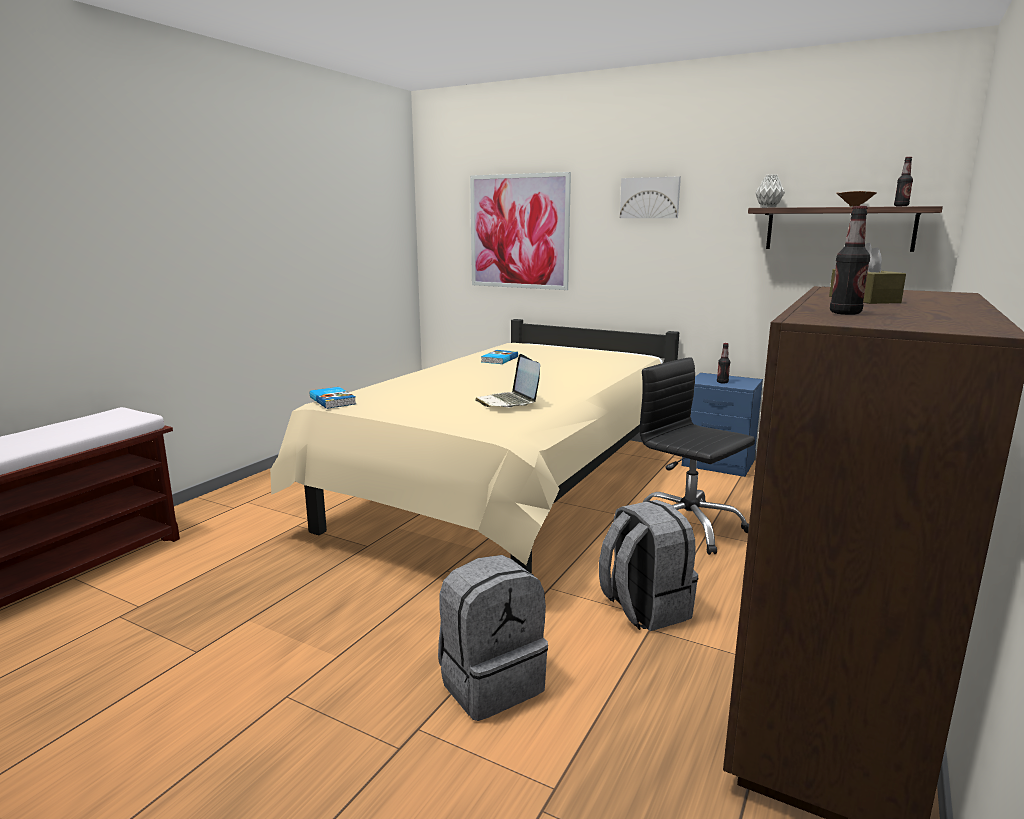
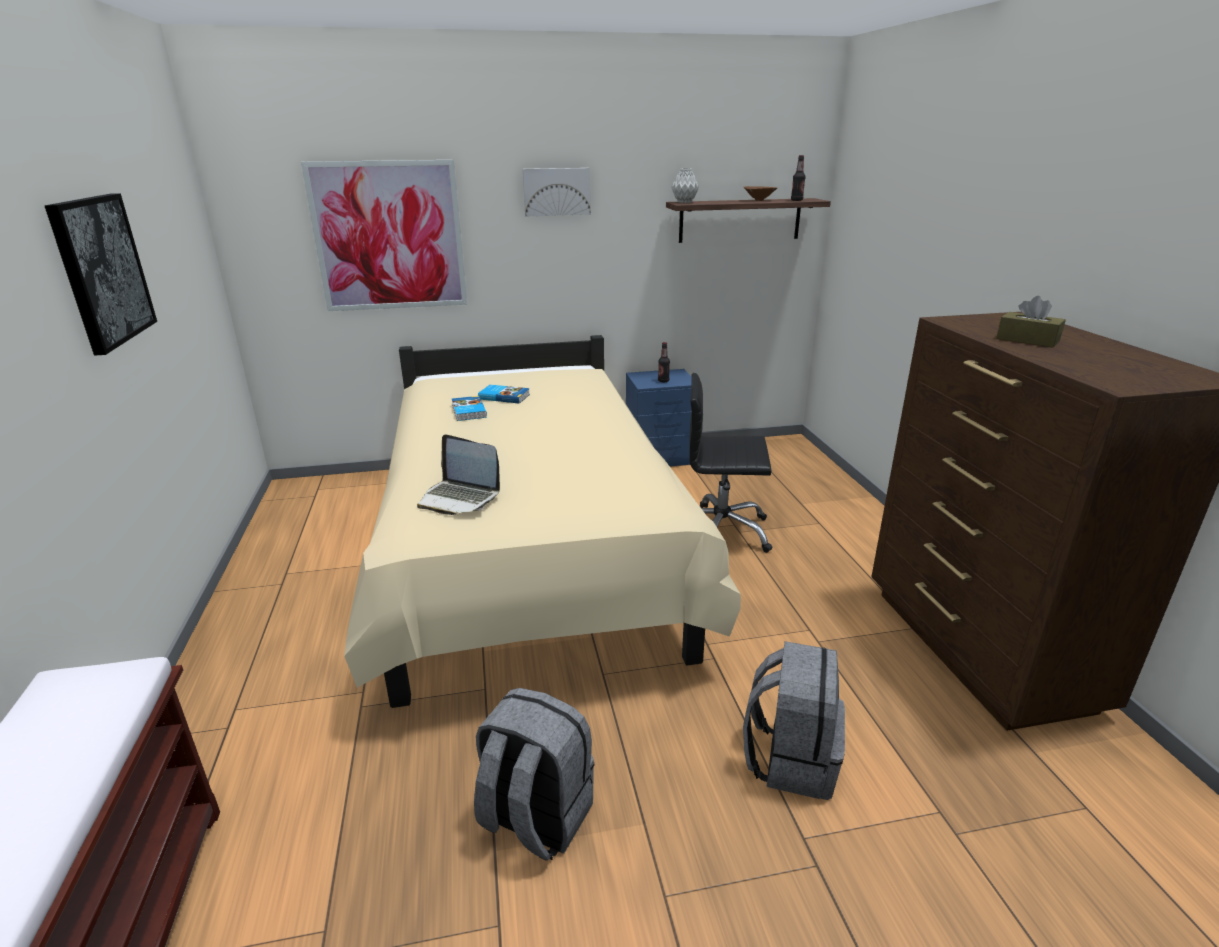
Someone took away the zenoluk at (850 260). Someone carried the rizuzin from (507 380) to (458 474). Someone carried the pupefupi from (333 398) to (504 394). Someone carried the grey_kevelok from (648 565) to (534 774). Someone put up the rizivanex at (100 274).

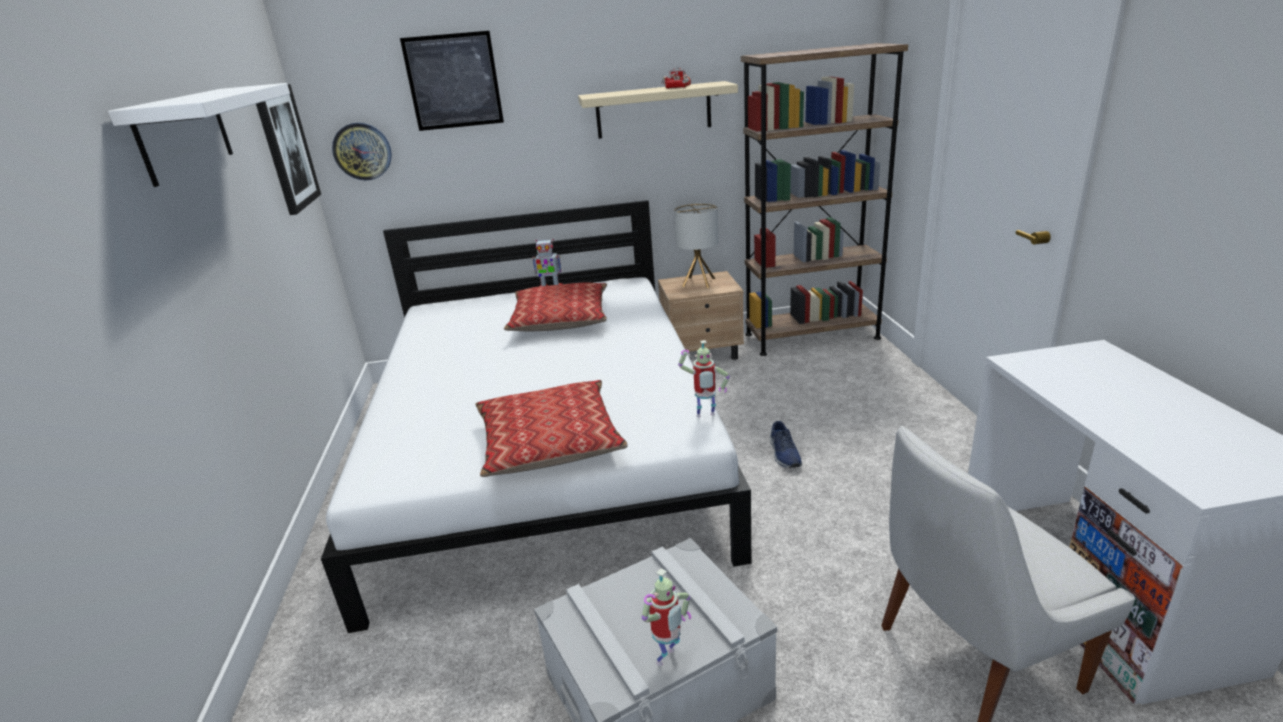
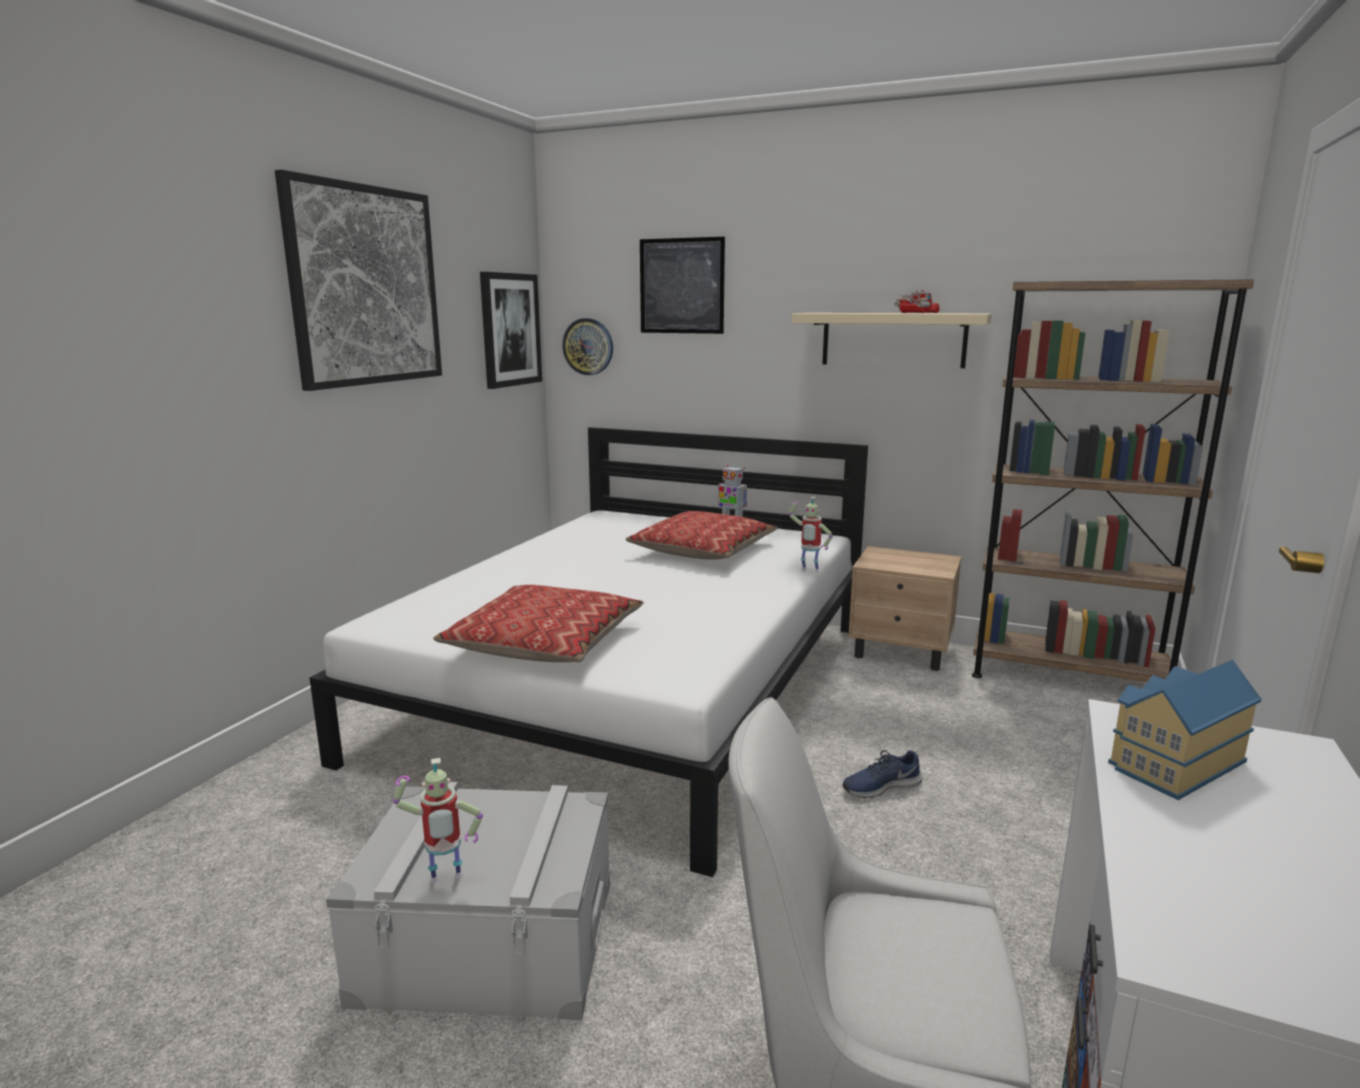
Someone swapped the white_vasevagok at (199 135) for the rizivanex at (358 280). Someone took away the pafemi at (696 245). Someone carried the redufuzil from (704 378) to (811 534). Someone rotated the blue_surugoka at (786 444) by 45 degrees clockwise. Someone put down the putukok at (1184 730).

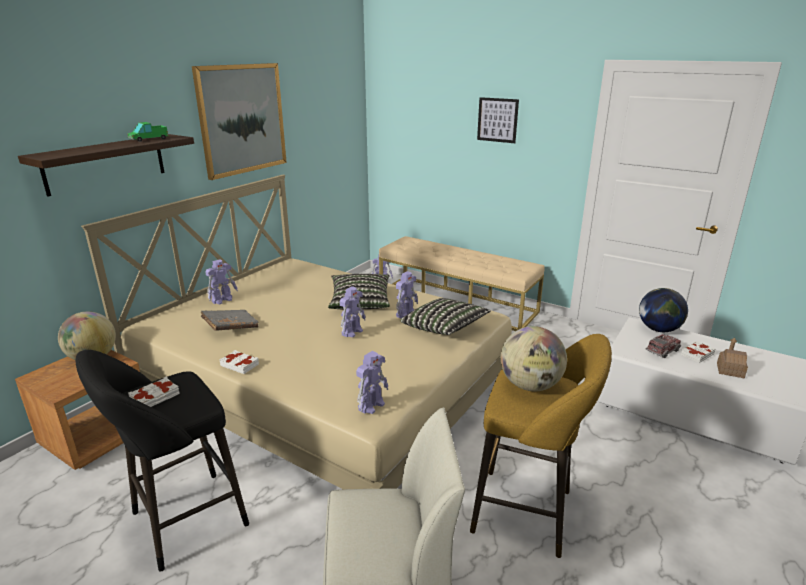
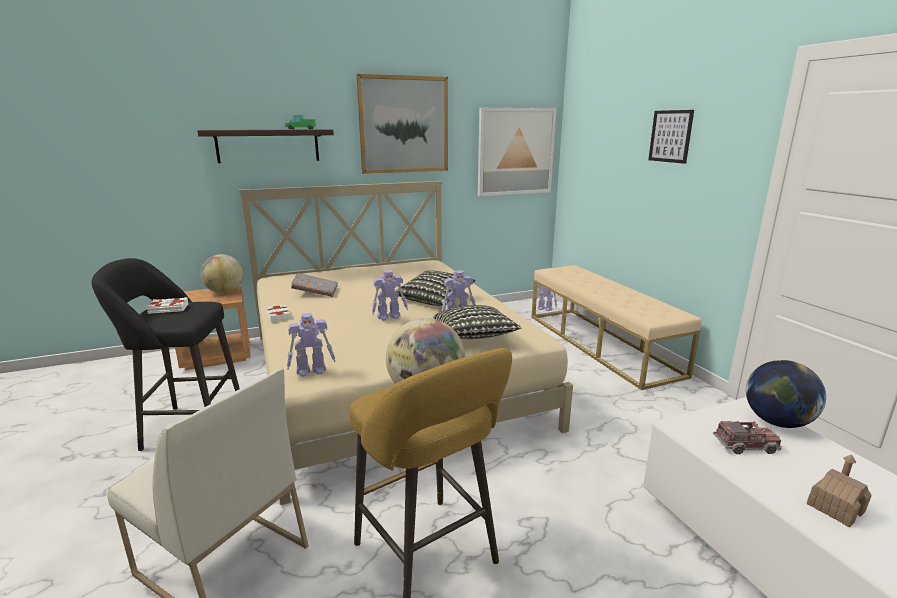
Someone took away the redufuzil at (221 281). Someone took away the white_pupefupi at (698 352). Someone put up the rizivanex at (517 152).

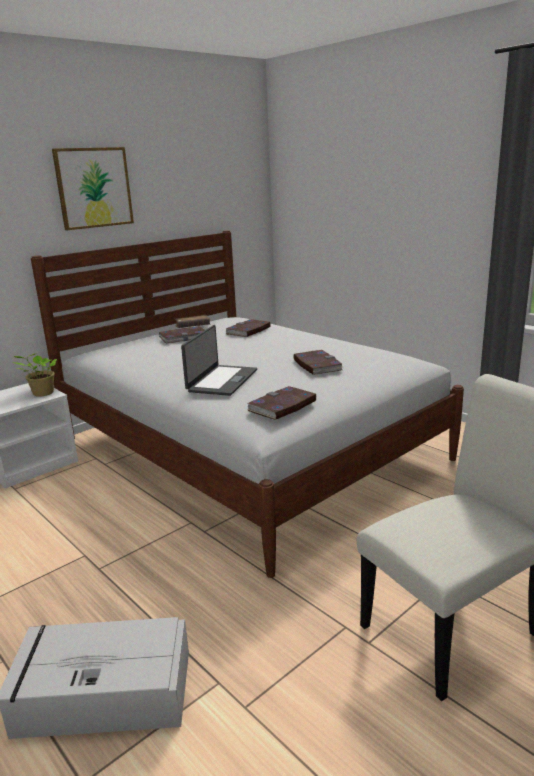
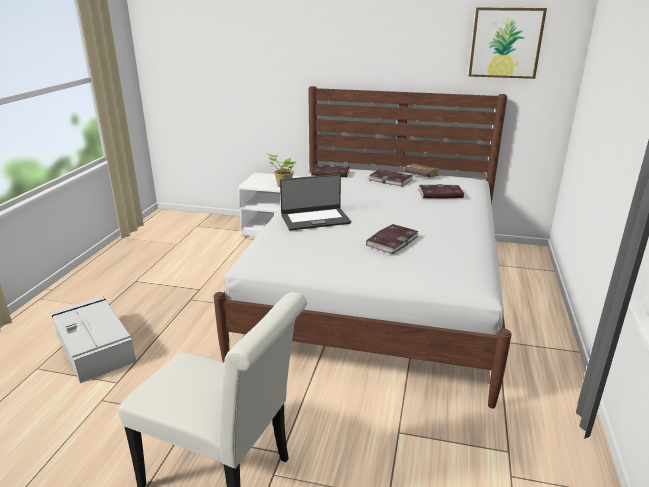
Someone carried the rizivanex from (93 188) to (508 43). Someone carried the pupefupi from (281 403) to (330 170).

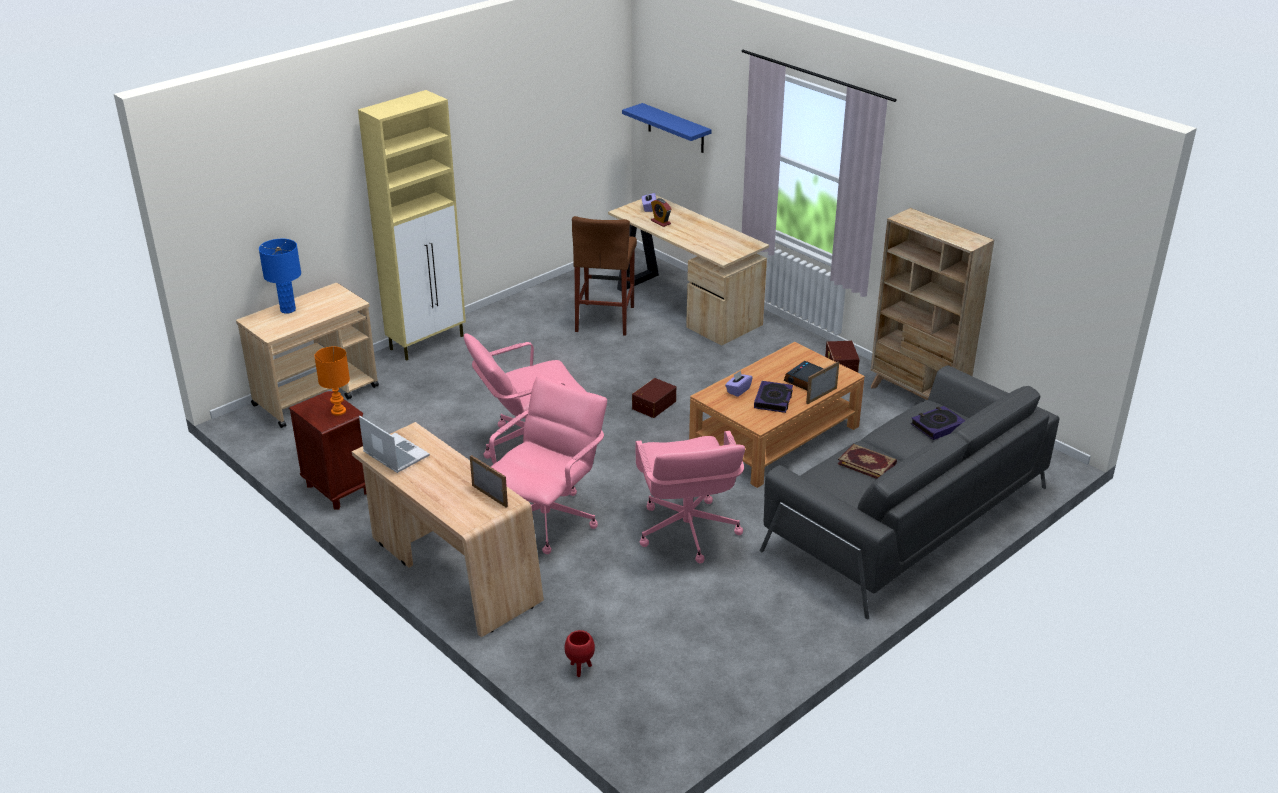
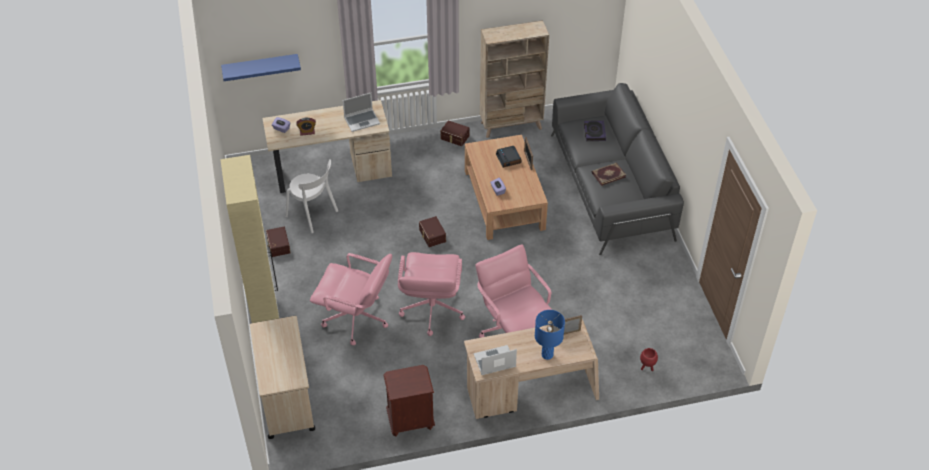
Someone swapped the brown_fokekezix at (604 276) for the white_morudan at (311 196). Someone carried the blue_pafemi from (280 276) to (550 335). Someone took away the orange_pafemi at (332 381). Someone took away the pupefupi at (773 397). Someone carried the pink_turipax from (690 497) to (351 299). Someone put down the rizuzin at (361 112). Someone put down the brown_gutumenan at (278 242).

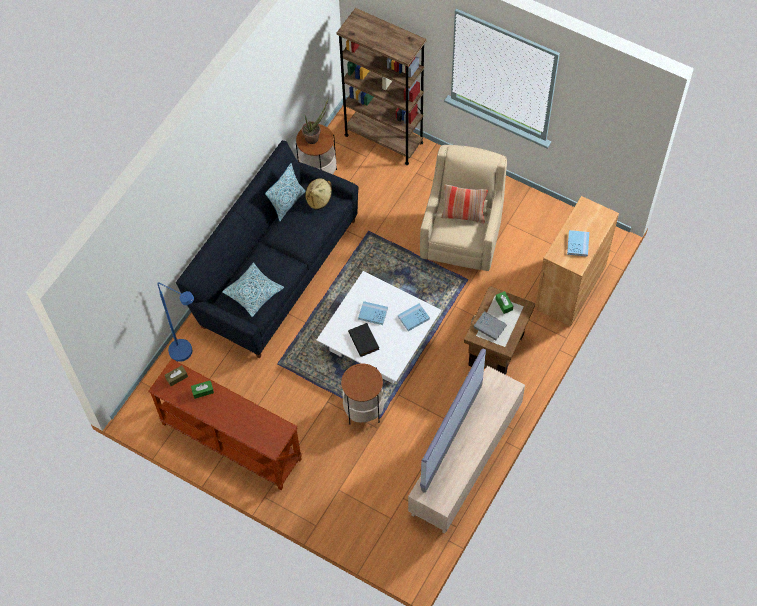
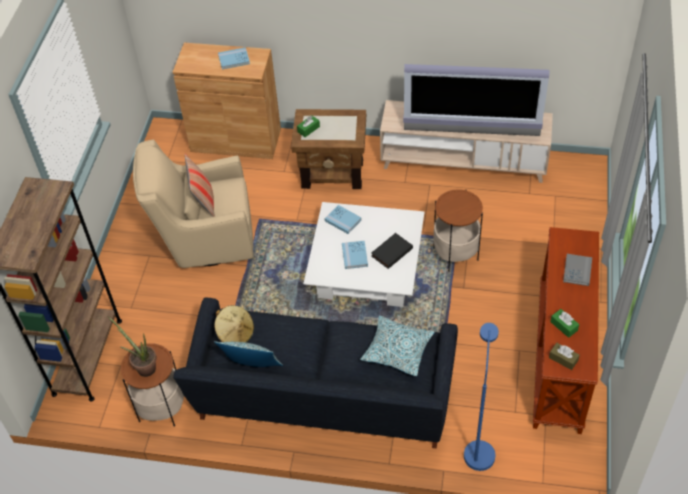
Someone carried the grey_pupefupi from (490 325) to (577 270).

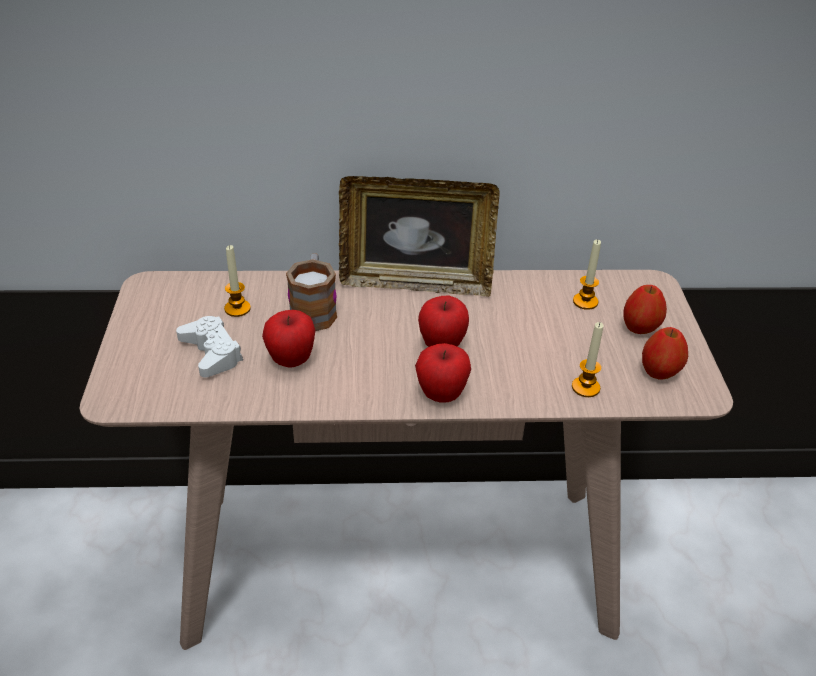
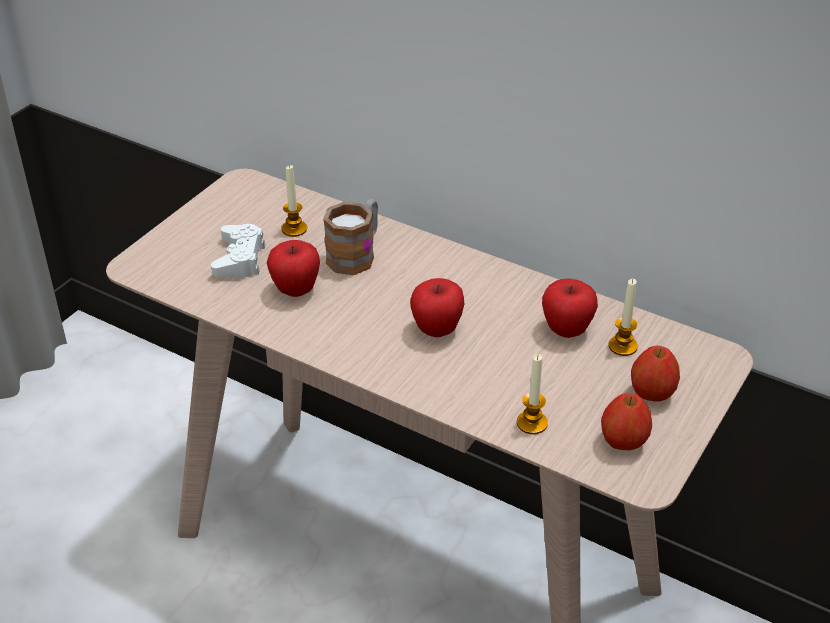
Someone took away the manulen at (419 236). Someone carried the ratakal from (443 373) to (570 308).

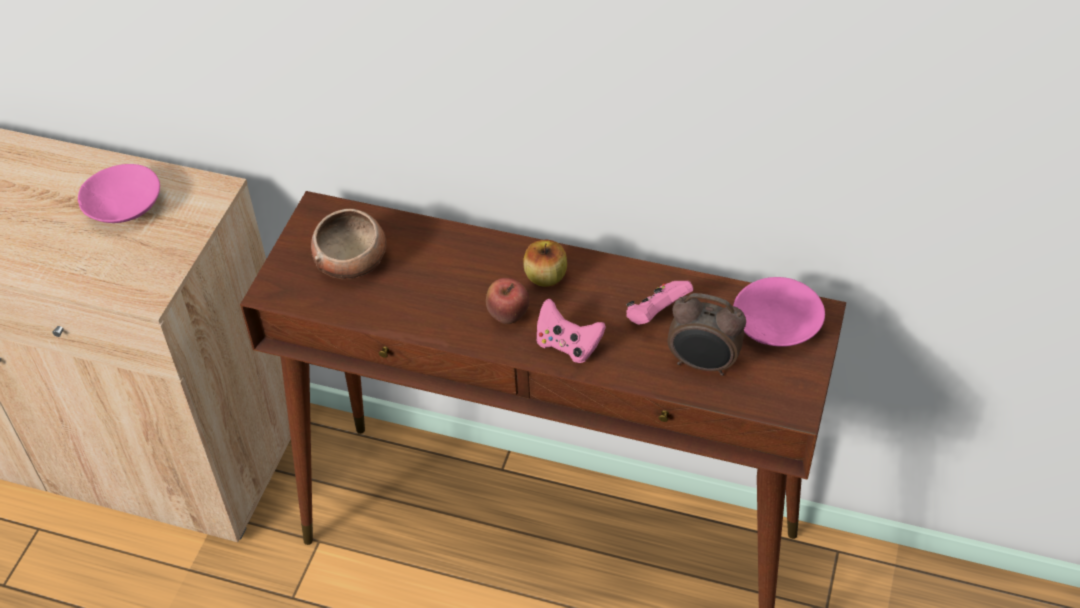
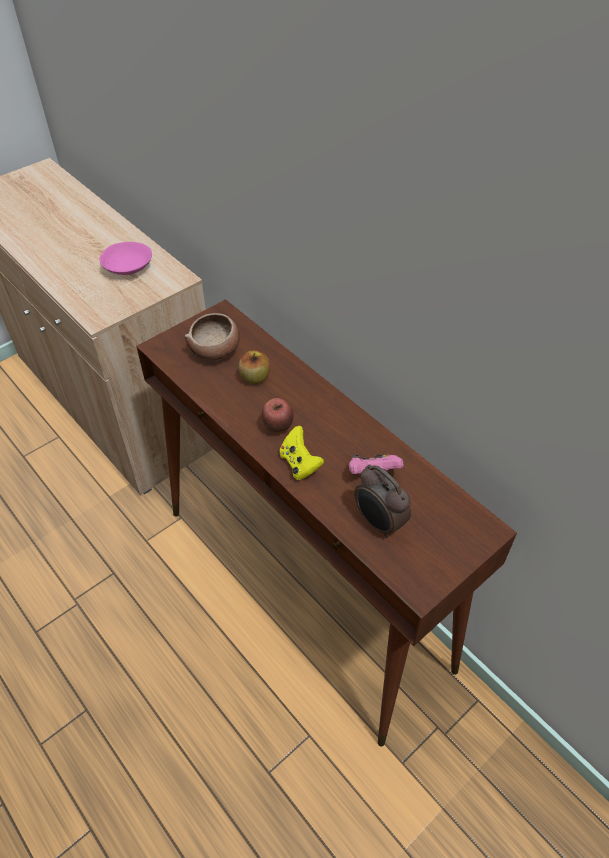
Someone carried the ratakal from (545 263) to (254 367). Someone took away the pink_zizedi at (779 312). Someone repainted the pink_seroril at (571 331), which became the yellow_seroril at (302 453).

